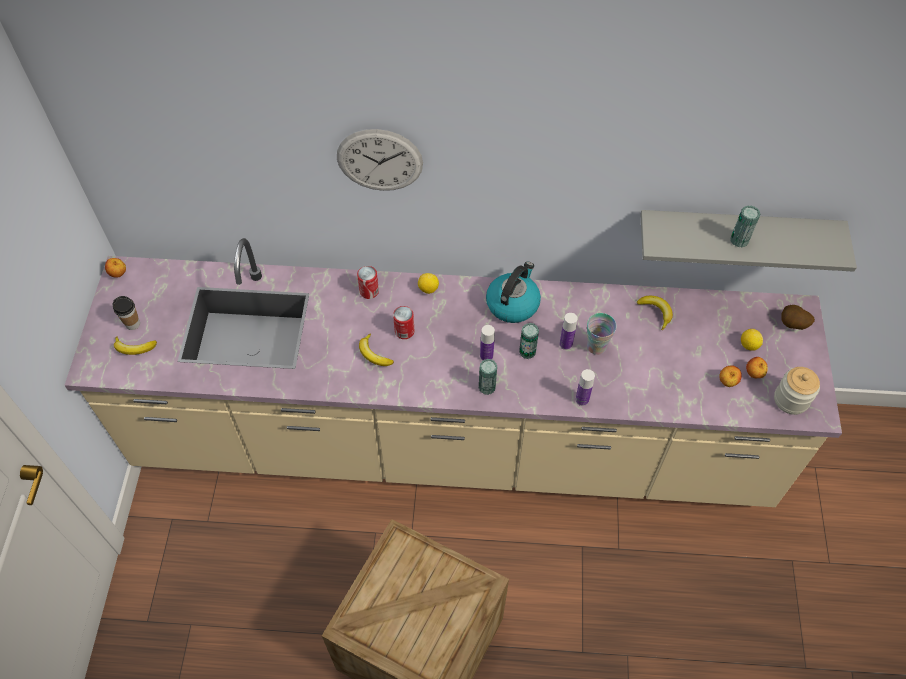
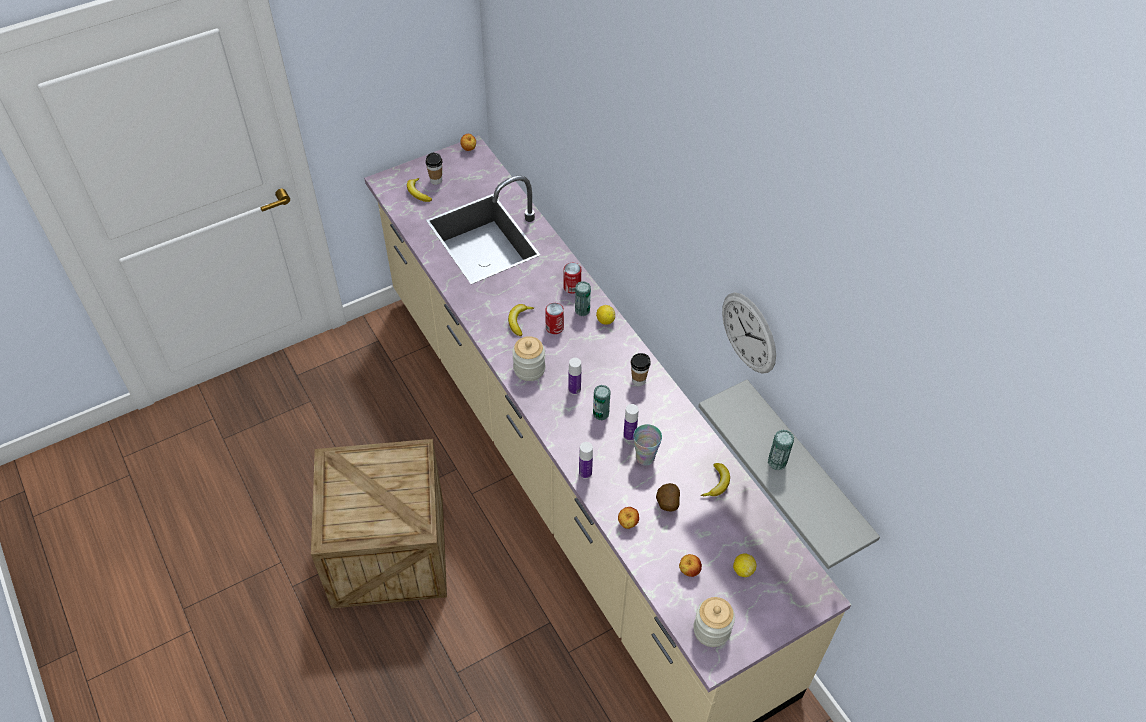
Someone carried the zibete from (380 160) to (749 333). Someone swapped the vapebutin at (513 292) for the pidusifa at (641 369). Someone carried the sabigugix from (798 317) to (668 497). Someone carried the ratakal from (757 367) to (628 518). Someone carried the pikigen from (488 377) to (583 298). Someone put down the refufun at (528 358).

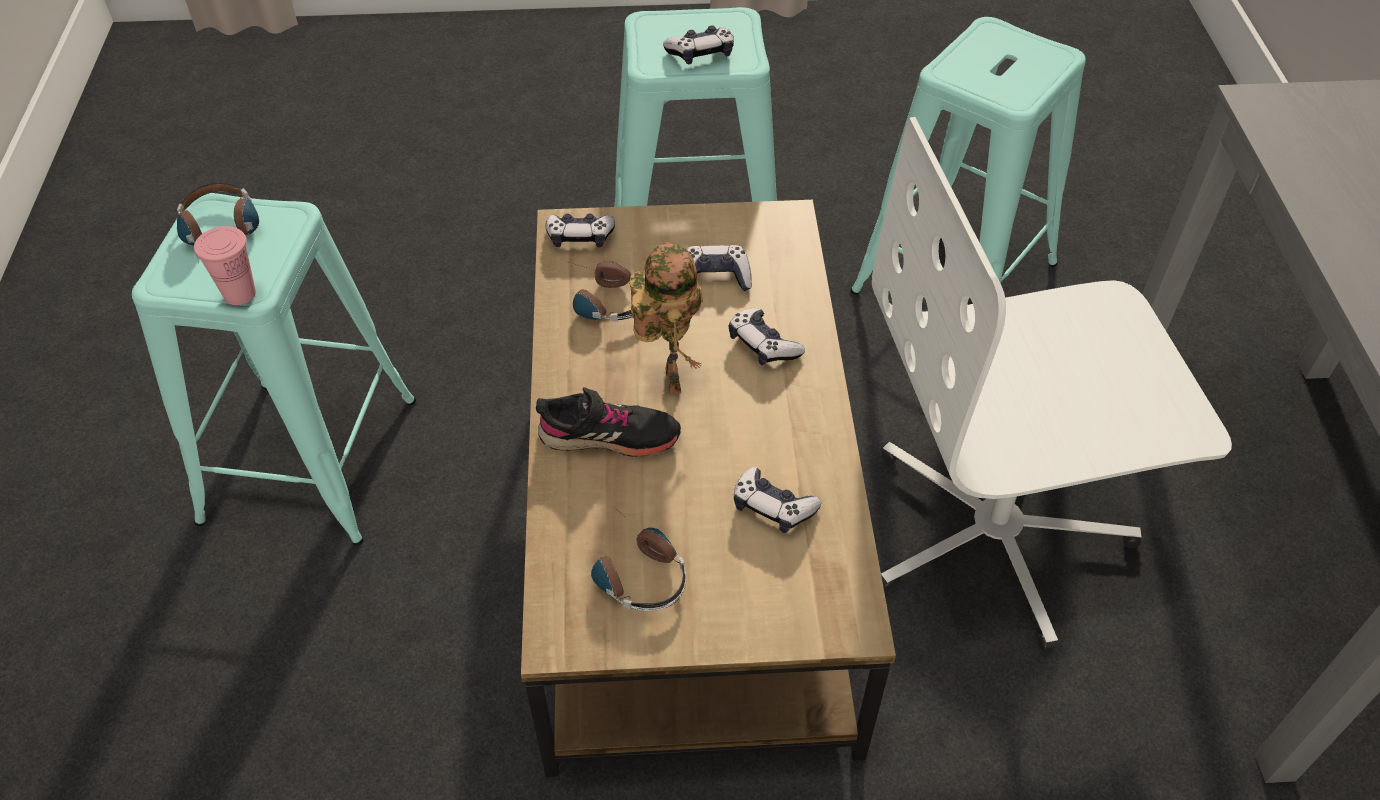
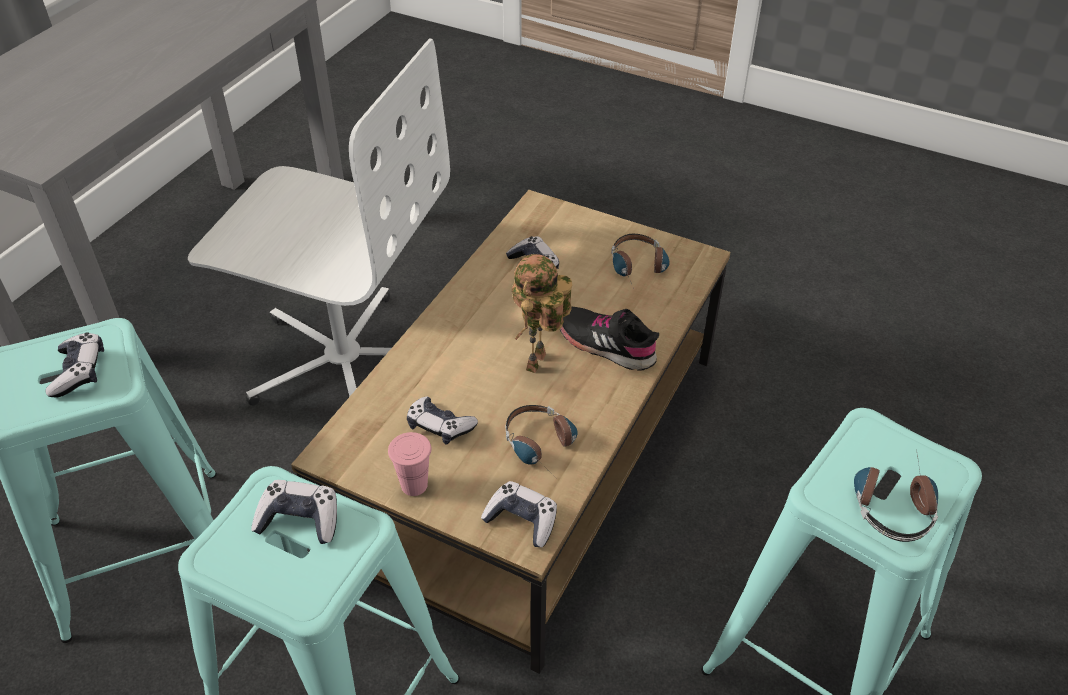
Someone carried the pink_pidusifa from (225 265) to (409 464). Someone carried the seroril from (767 336) to (75 364).

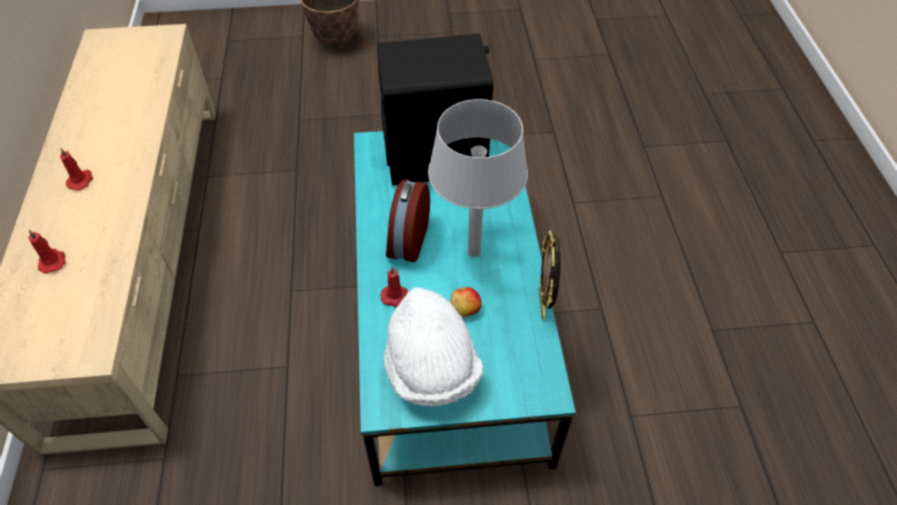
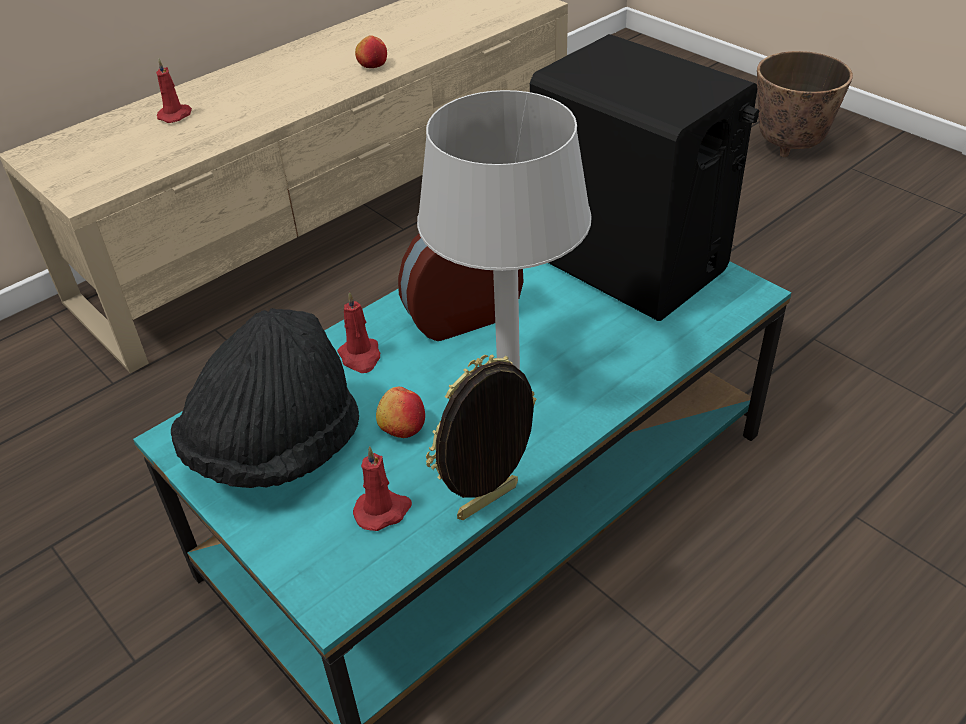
Someone carried the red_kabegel from (76 168) to (382 488). Someone repainted the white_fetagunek at (433 347), which became the black_fetagunek at (265 398). Someone put down the ratakal at (371 51).

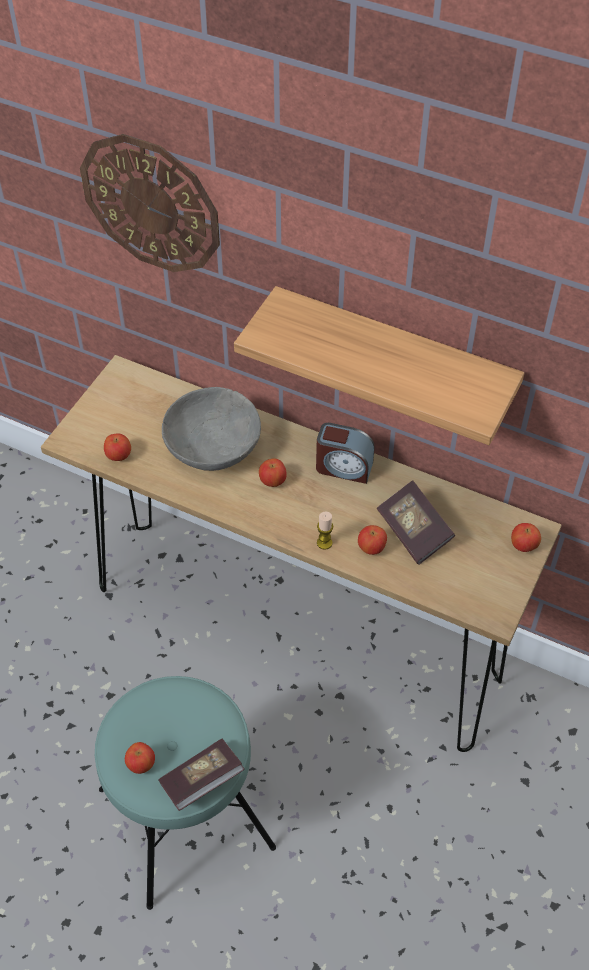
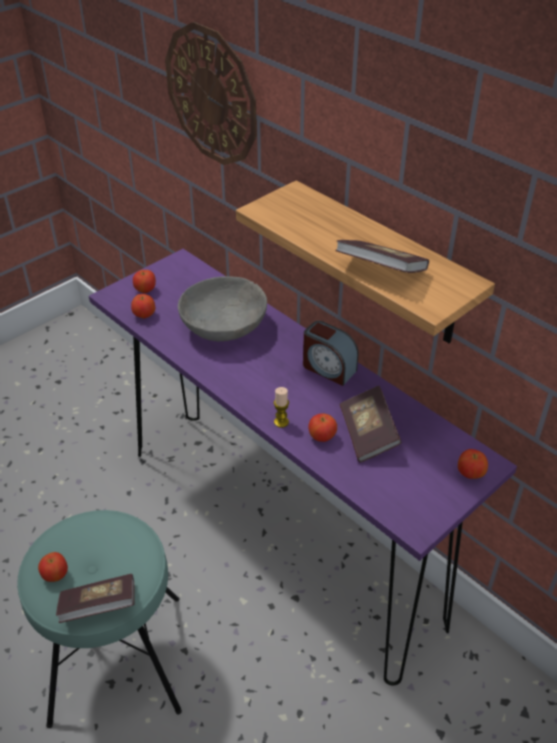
Someone repainted the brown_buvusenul at (301 553), which became the purple_buvusenul at (303 467). Someone carried the ratakal from (273 472) to (144 281). Someone put down the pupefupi at (382 256).

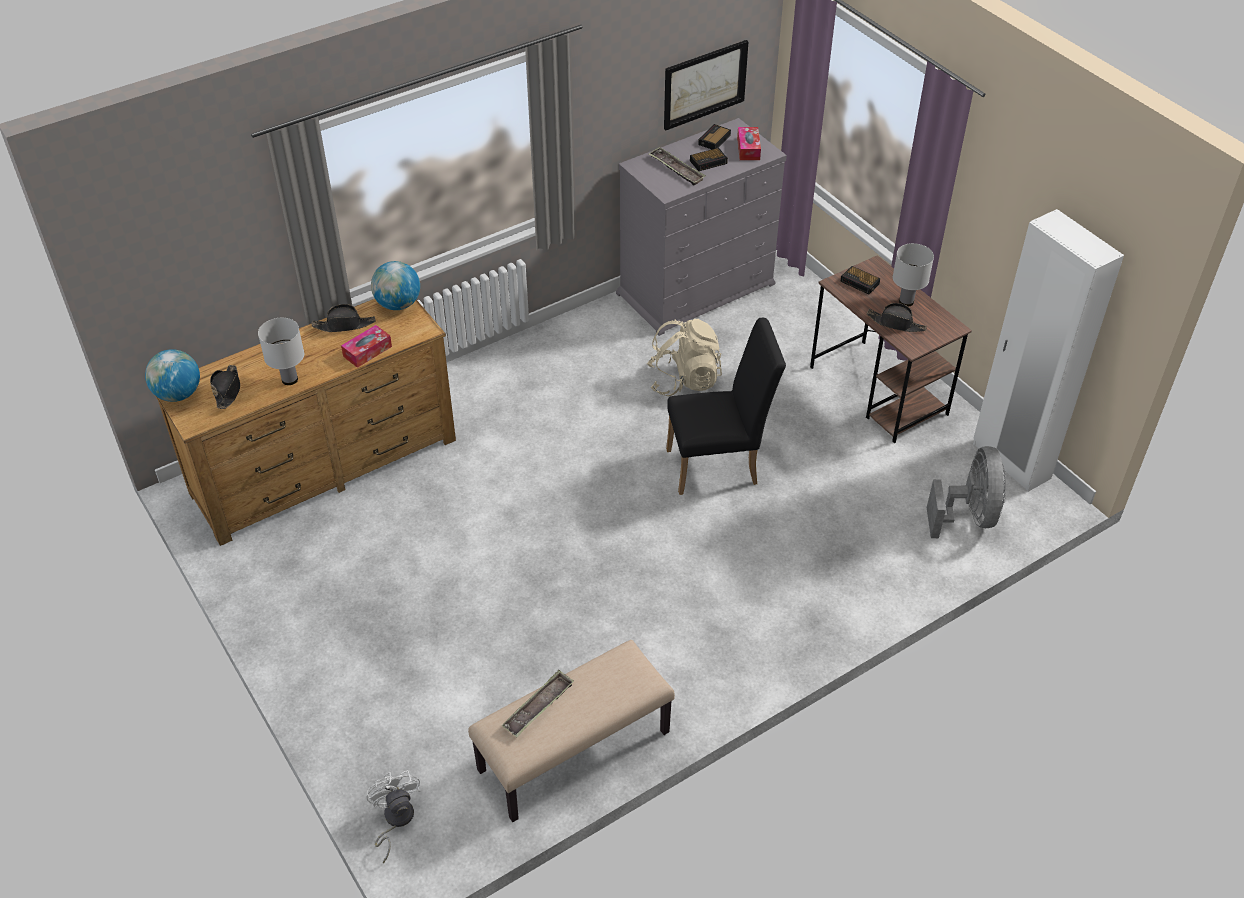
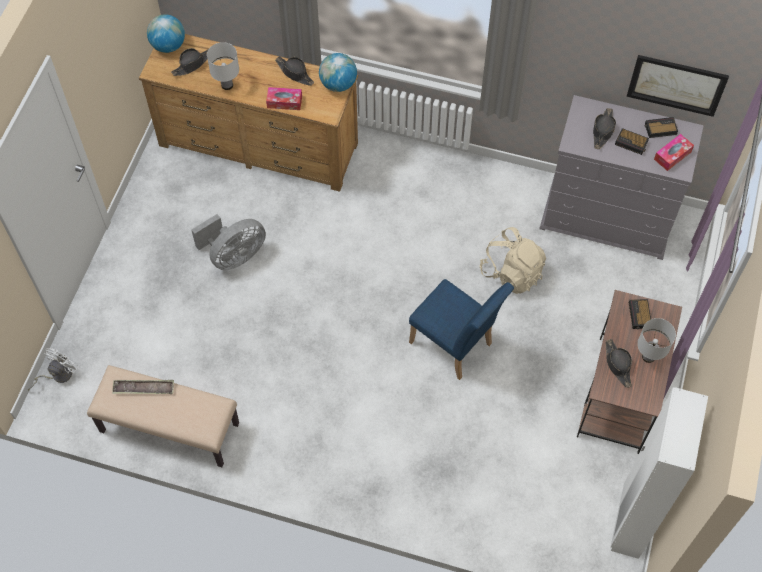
Someone swapped the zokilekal at (677 166) for the black_fetagunek at (604 128). Someone repainted the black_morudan at (726 406), which became the blue_morudan at (461 329). Someone carried the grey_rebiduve from (966 492) to (228 242).

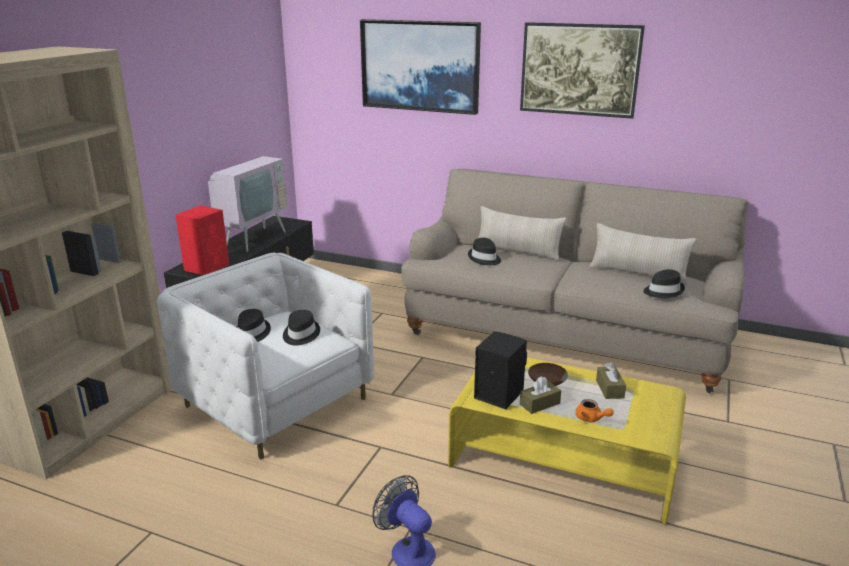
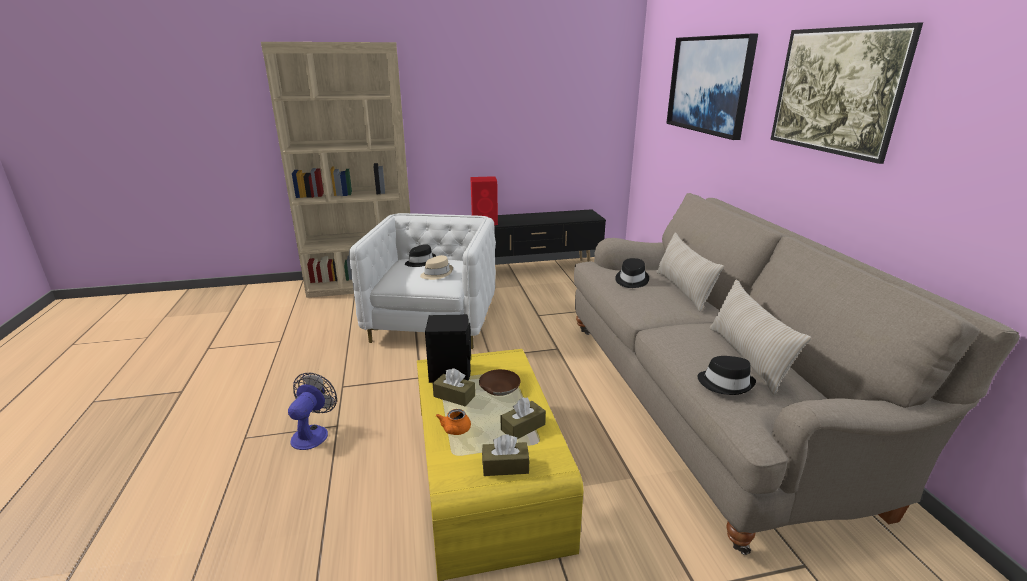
Someone took away the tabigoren at (245 195). Someone repainted the black_fetagunek at (301 327), which became the beige_fetagunek at (436 267). Someone put down the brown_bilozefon at (506 455).

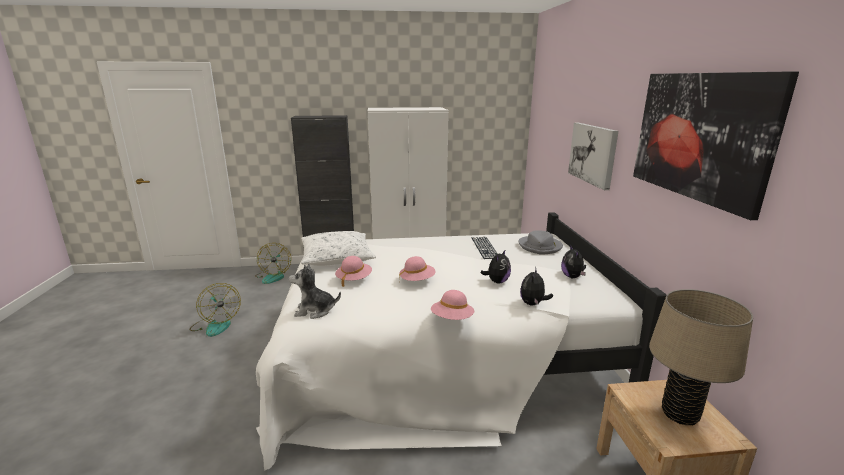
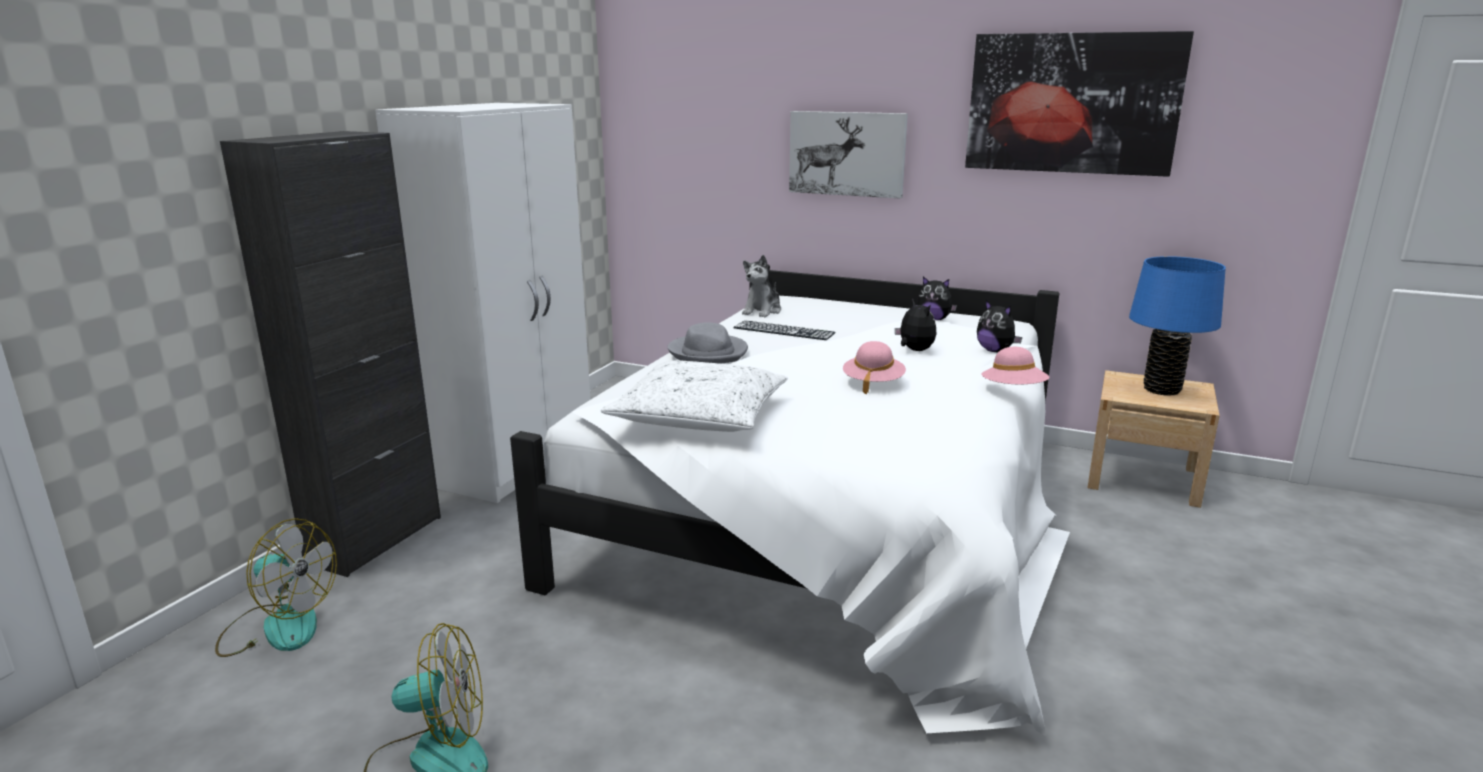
Someone carried the grey_fetagunek from (540 242) to (708 343). Someone took away the pink_fetagunek at (353 271). Someone carried the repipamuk from (315 291) to (761 286). Someone repainted the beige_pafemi at (701 357), which became the blue_pafemi at (1177 326).

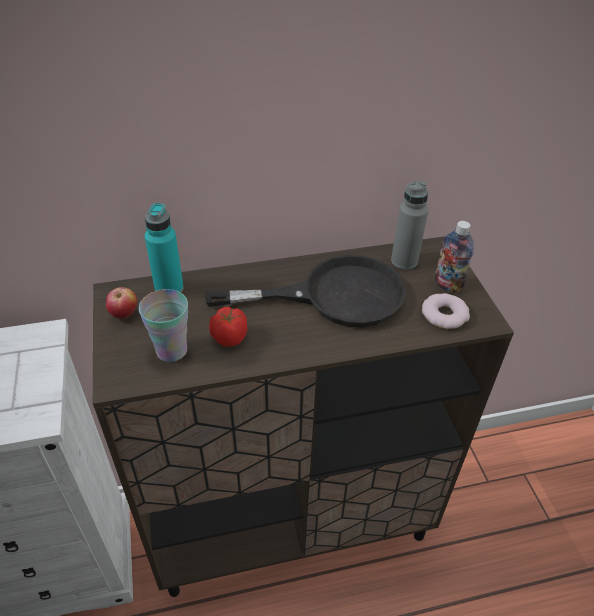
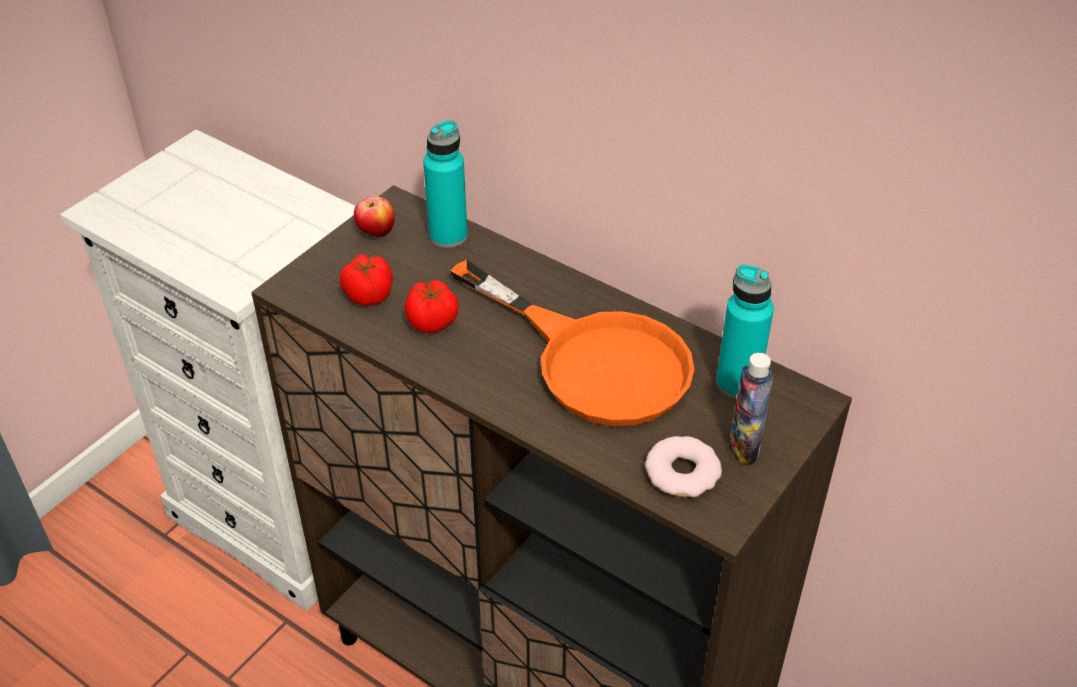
Someone repainted the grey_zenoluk at (410 225), which became the turquoise_zenoluk at (745 331). Someone repainted the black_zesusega at (305 291), which became the orange_zesusega at (572 343). Someone swapped the pidusifa at (163 325) for the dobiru at (366 280).

